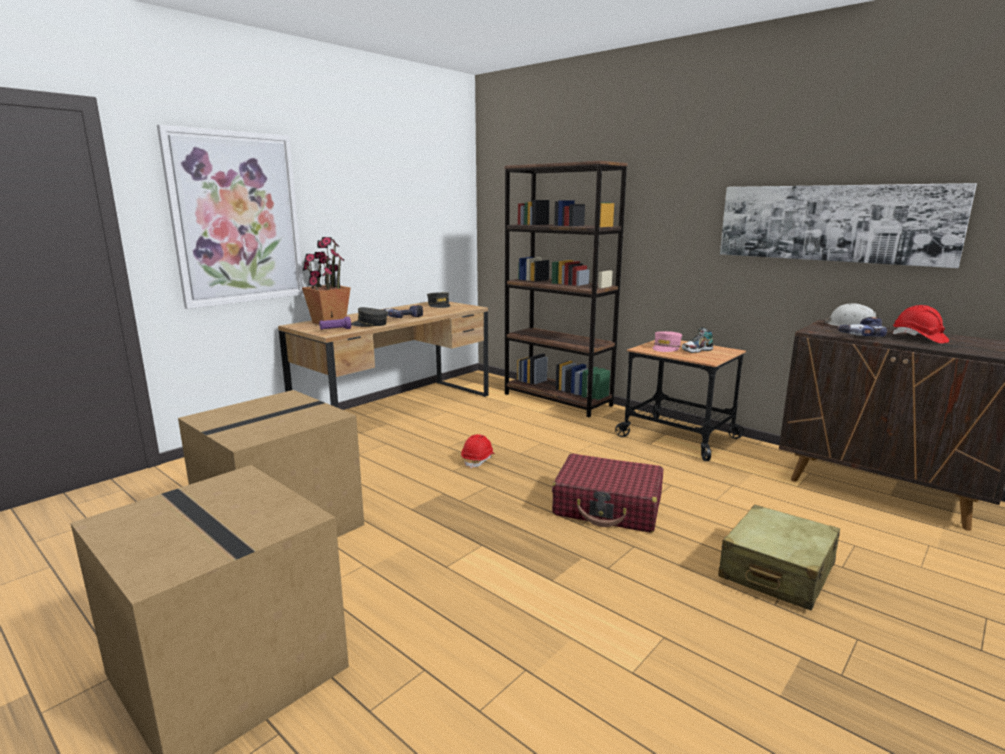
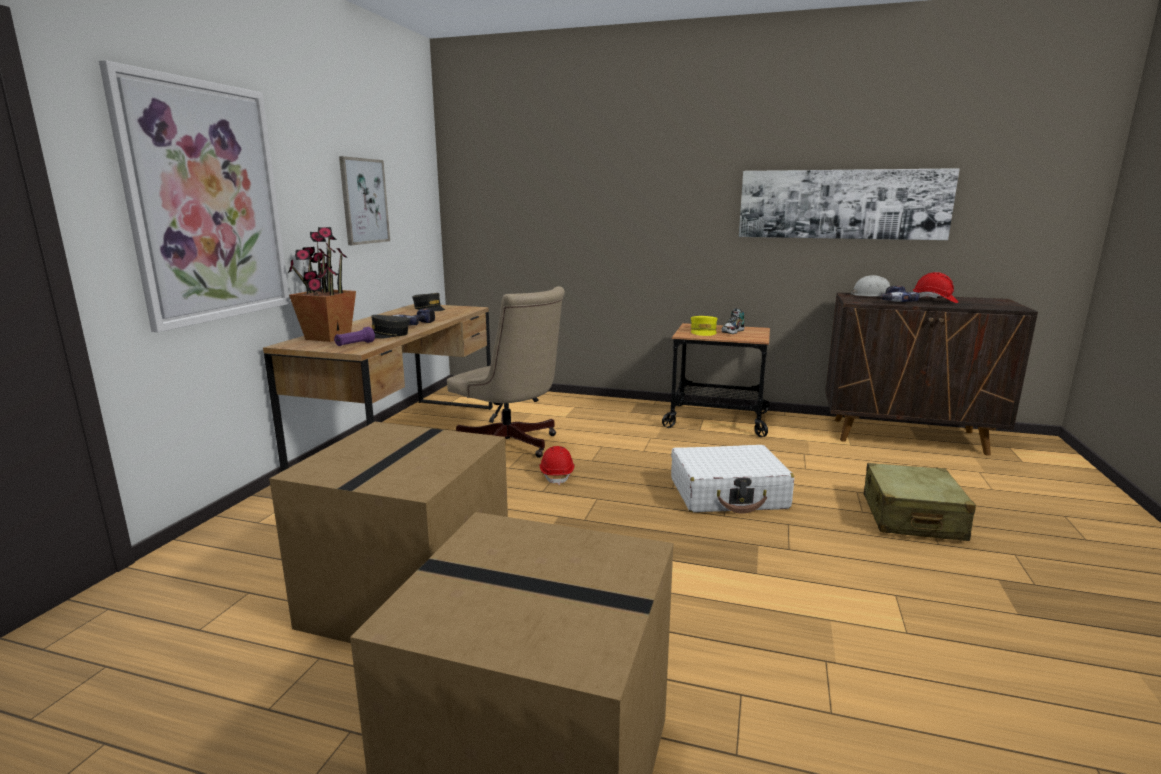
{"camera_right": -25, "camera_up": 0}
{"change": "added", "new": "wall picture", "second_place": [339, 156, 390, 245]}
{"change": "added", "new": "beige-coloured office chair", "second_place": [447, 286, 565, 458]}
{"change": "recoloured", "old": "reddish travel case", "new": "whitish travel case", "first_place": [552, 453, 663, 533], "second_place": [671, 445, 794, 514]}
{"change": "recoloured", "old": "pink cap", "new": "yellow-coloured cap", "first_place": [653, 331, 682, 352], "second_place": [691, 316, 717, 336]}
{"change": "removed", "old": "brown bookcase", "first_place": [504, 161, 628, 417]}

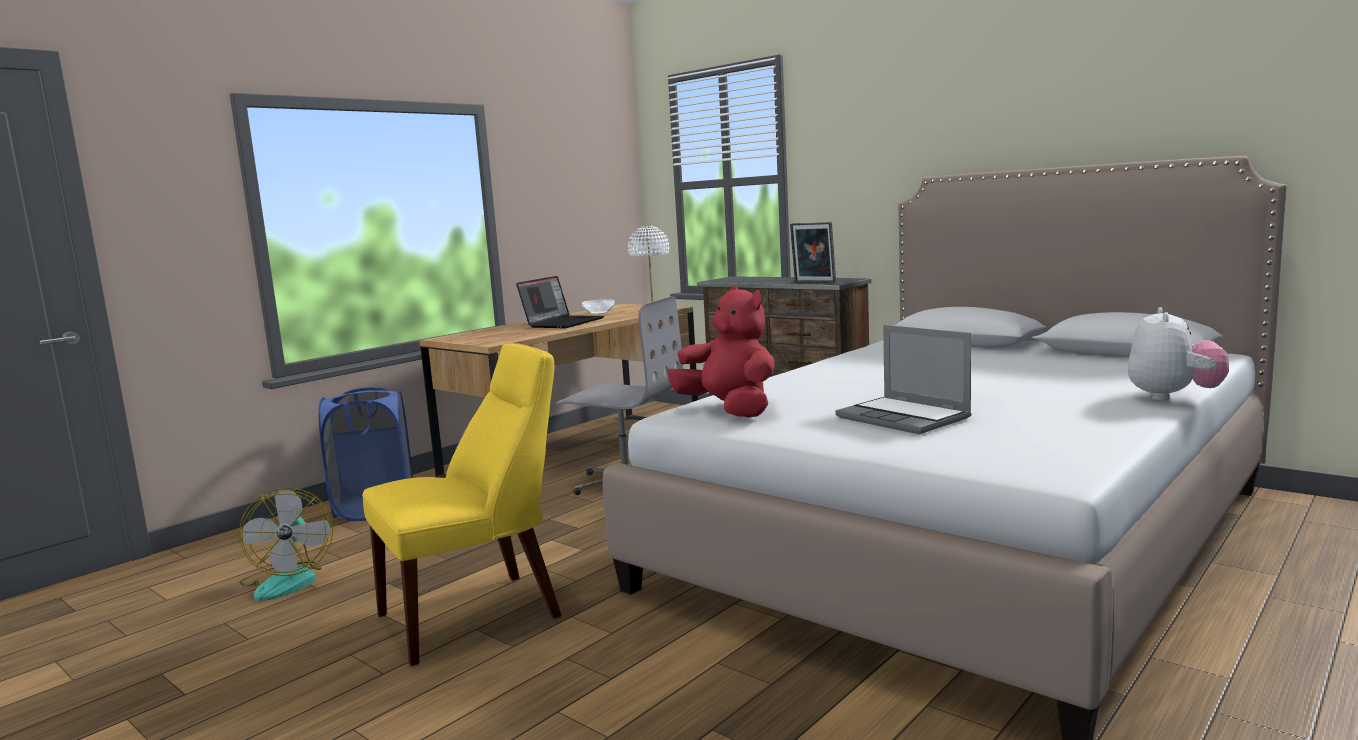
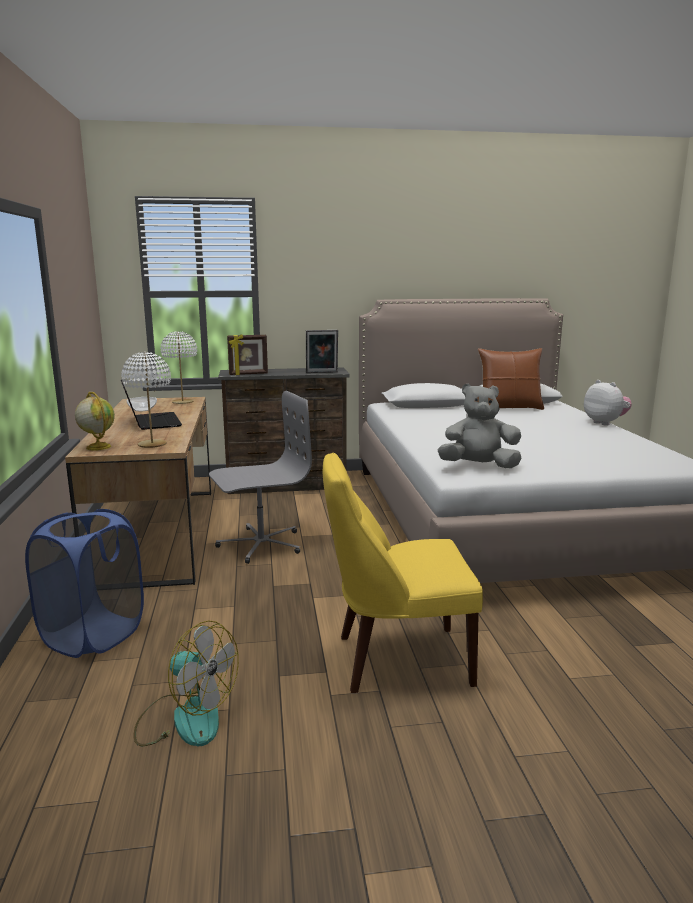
{"camera_right": -50, "camera_up": 5}
{"change": "added", "new": "globe", "second_place": [75, 392, 115, 450]}
{"change": "added", "new": "whitish tabletop lamp", "second_place": [121, 352, 171, 448]}
{"change": "added", "new": "standing frame", "second_place": [227, 334, 268, 375]}
{"change": "turned", "old": "yellow-coloured chair", "first_place": [362, 343, 562, 666], "second_place": [323, 453, 483, 693], "degrees": -105}
{"change": "recoloured", "old": "reddish cuddly toy", "new": "grey cuddly toy", "first_place": [668, 286, 775, 418], "second_place": [437, 383, 522, 468]}
{"change": "added", "new": "brown throw pillow", "second_place": [478, 348, 544, 410]}
{"change": "removed", "old": "laptop", "first_place": [835, 325, 972, 434]}

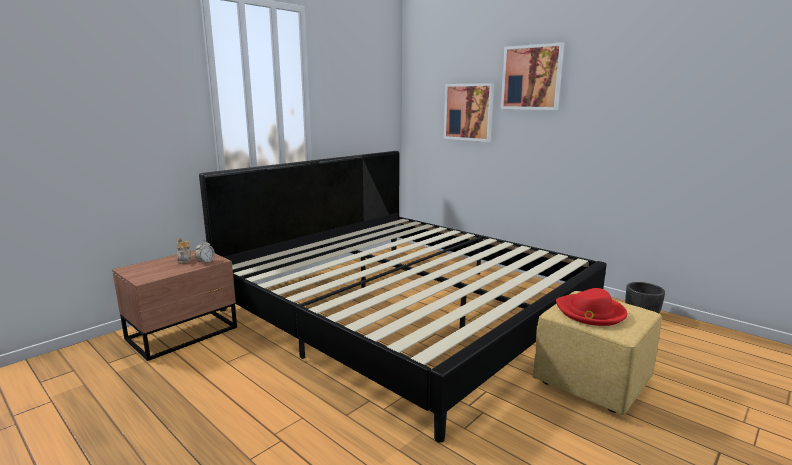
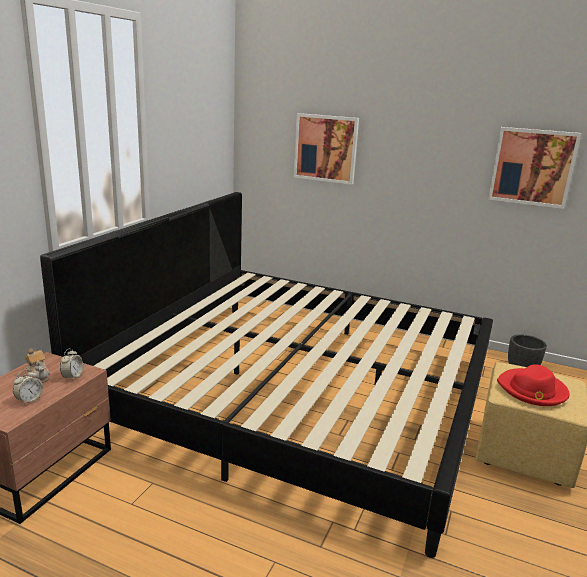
{"camera_right": -20, "camera_up": 5}
{"change": "added", "new": "table clock", "second_place": [13, 369, 43, 405]}
{"change": "moved", "old": "wall picture", "first_place": [501, 42, 564, 110], "second_place": [488, 127, 582, 209]}

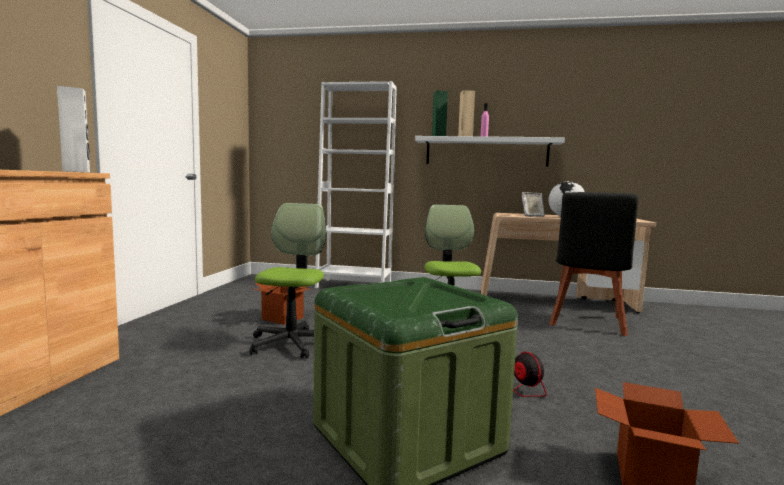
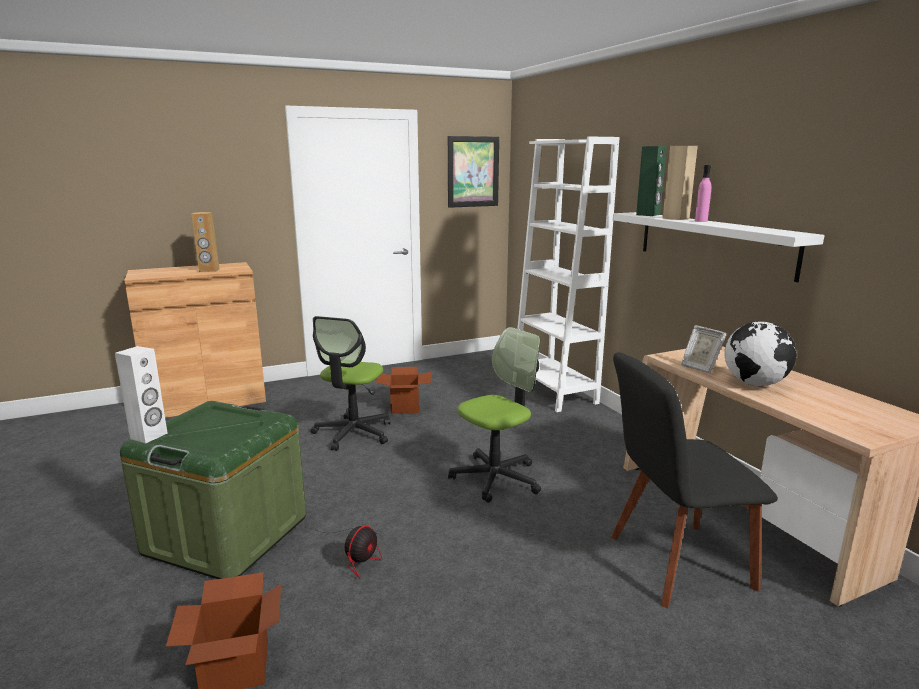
{"camera_right": 55, "camera_up": 10}
{"change": "moved", "old": "whitish audio speaker", "first_place": [57, 86, 90, 172], "second_place": [115, 346, 168, 443]}
{"change": "added", "new": "brown audio speaker", "second_place": [191, 212, 220, 272]}
{"change": "turned", "old": "office chair", "first_place": [249, 203, 326, 359], "second_place": [311, 316, 390, 451], "degrees": 135}
{"change": "added", "new": "wall picture", "second_place": [448, 136, 499, 208]}

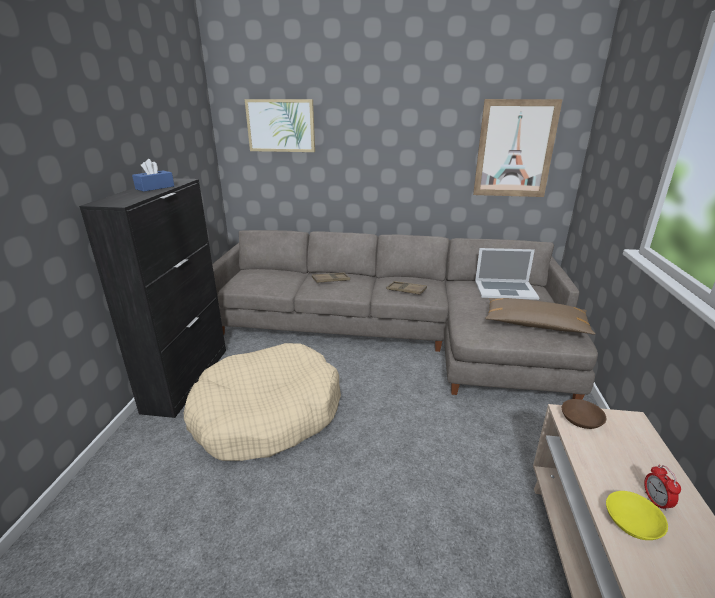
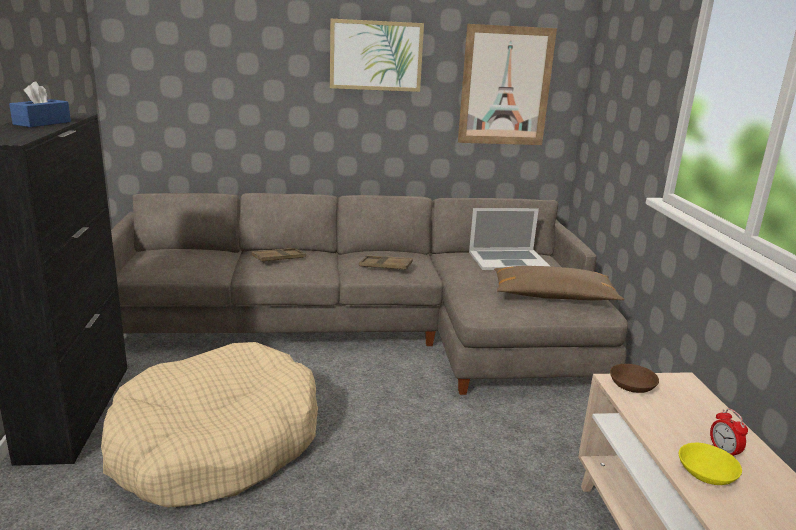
{"camera_right": -15, "camera_up": -5}
{"change": "moved", "old": "wall picture", "first_place": [245, 99, 315, 152], "second_place": [330, 19, 424, 92]}

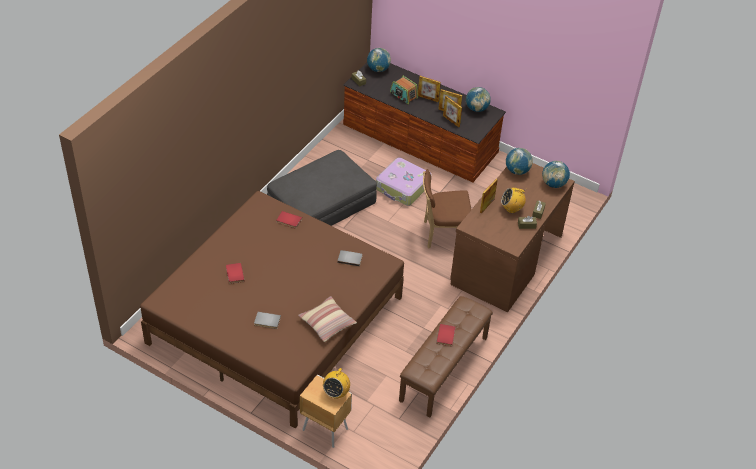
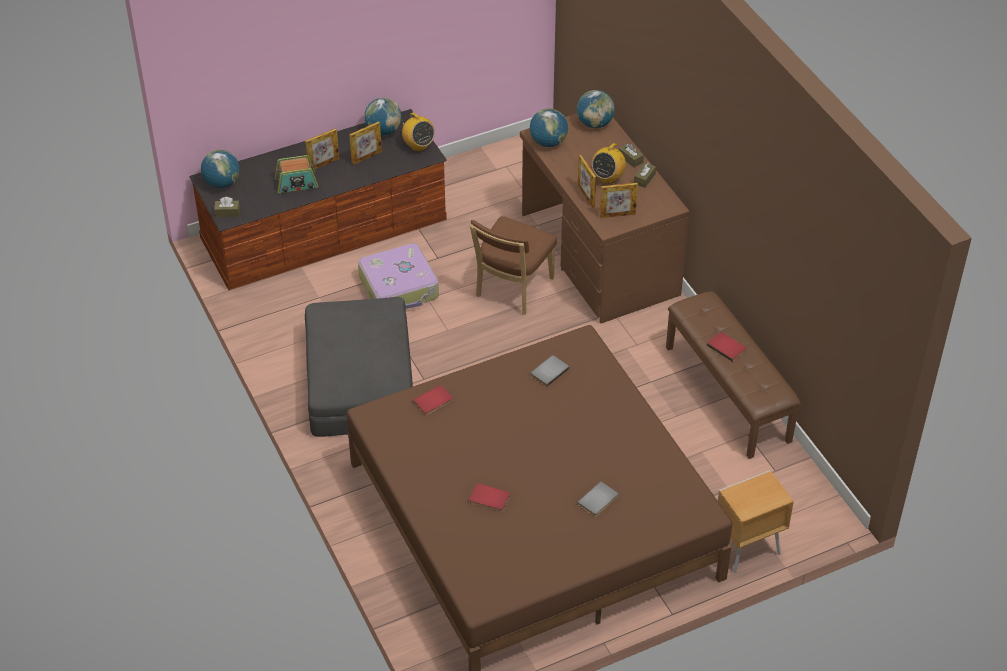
{"camera_right": -55, "camera_up": 0}
{"change": "moved", "old": "radio receiver", "first_place": [323, 365, 350, 399], "second_place": [402, 113, 435, 151]}
{"change": "moved", "old": "standing frame", "first_place": [443, 96, 462, 128], "second_place": [600, 183, 638, 218]}
{"change": "removed", "old": "throw pillow", "first_place": [298, 296, 357, 342]}

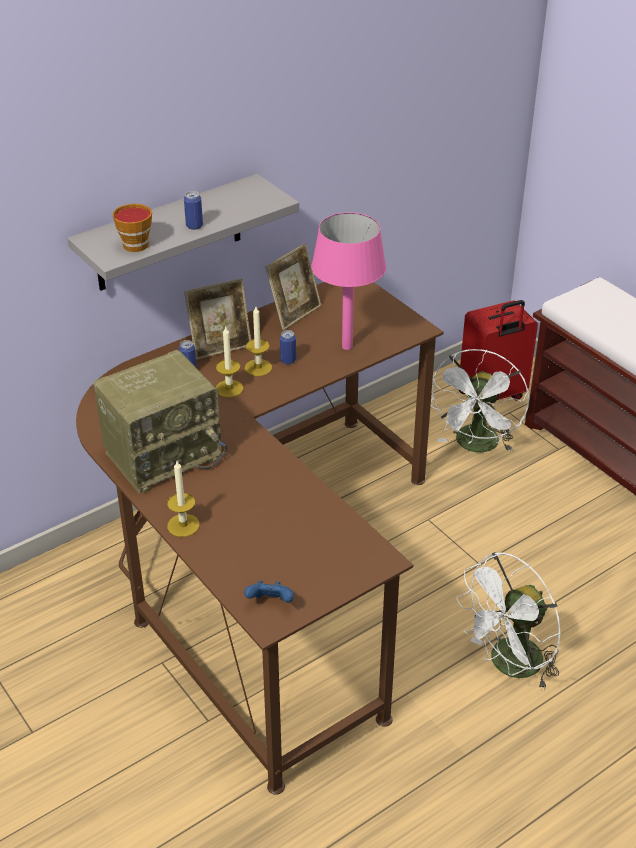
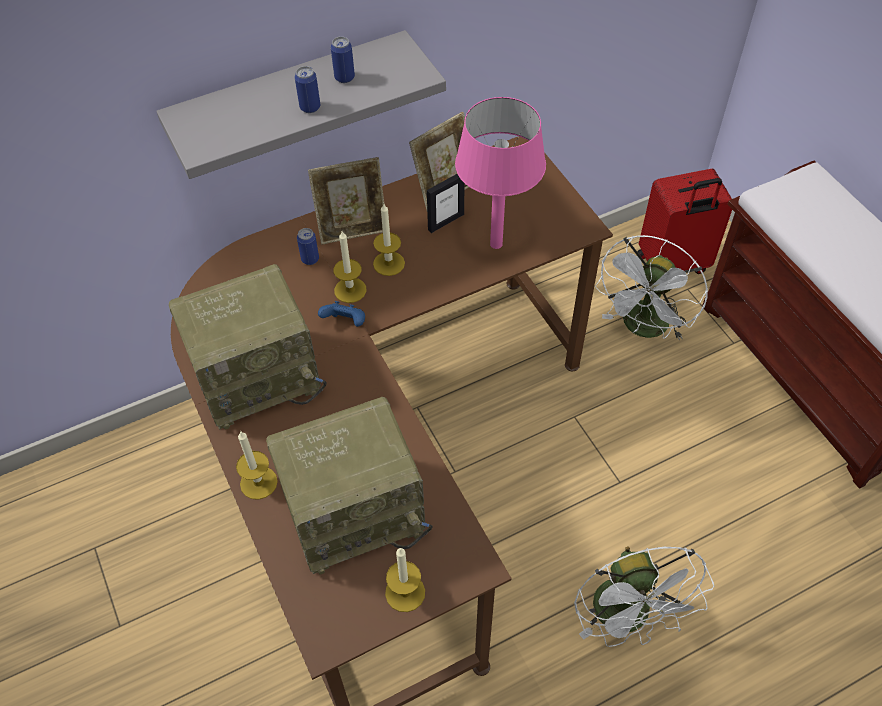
{"camera_right": 10, "camera_up": 15}
{"change": "added", "new": "radio receiver", "second_place": [266, 397, 432, 575]}
{"change": "moved", "old": "blue-coloured gamepad", "first_place": [244, 581, 294, 603], "second_place": [318, 301, 365, 327]}
{"change": "moved", "old": "can", "first_place": [280, 330, 296, 365], "second_place": [331, 36, 355, 83]}
{"change": "added", "new": "candle", "second_place": [385, 548, 425, 612]}
{"change": "added", "new": "standing frame", "second_place": [427, 174, 464, 233]}
{"change": "turned", "old": "whitish electric fan", "first_place": [456, 552, 561, 690], "second_place": [574, 547, 714, 647], "degrees": -75}
{"change": "removed", "old": "cup", "first_place": [112, 204, 152, 252]}

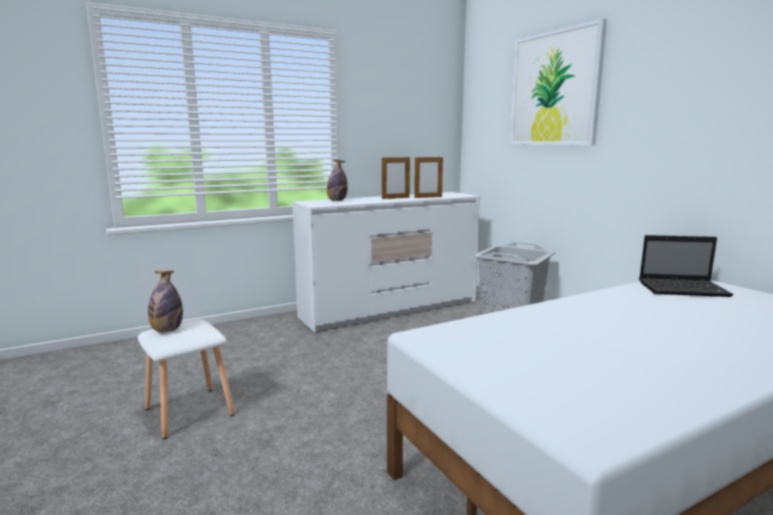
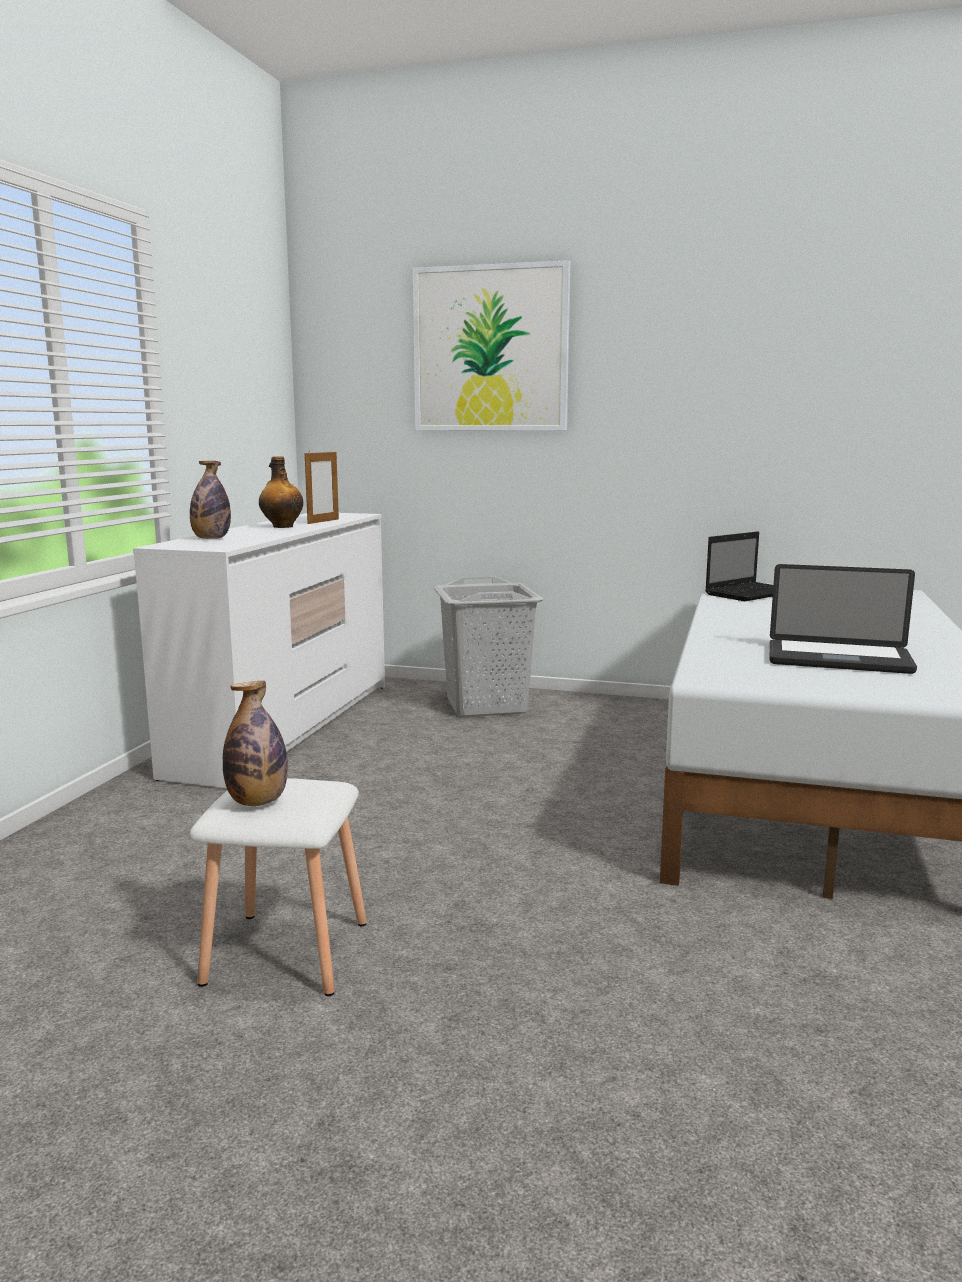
{"camera_right": -45, "camera_up": 0}
{"change": "replaced", "old": "standing frame", "new": "beverage bottle", "first_place": [382, 156, 410, 199], "second_place": [259, 456, 303, 528]}
{"change": "added", "new": "laptop", "second_place": [770, 564, 917, 674]}

